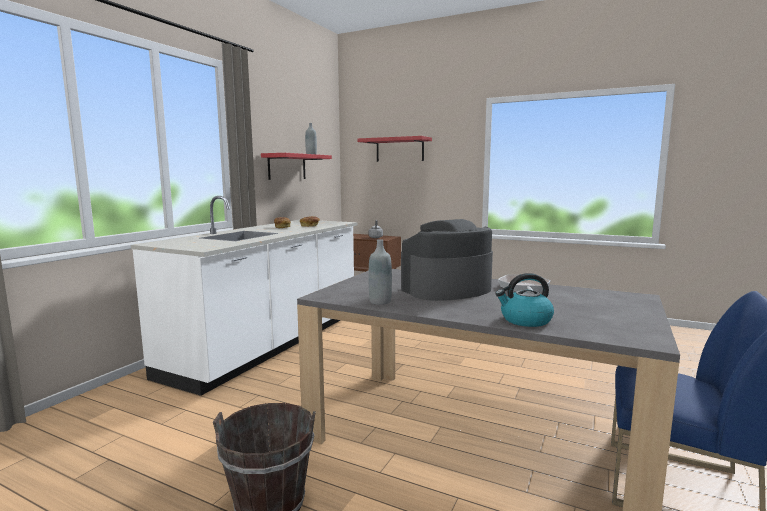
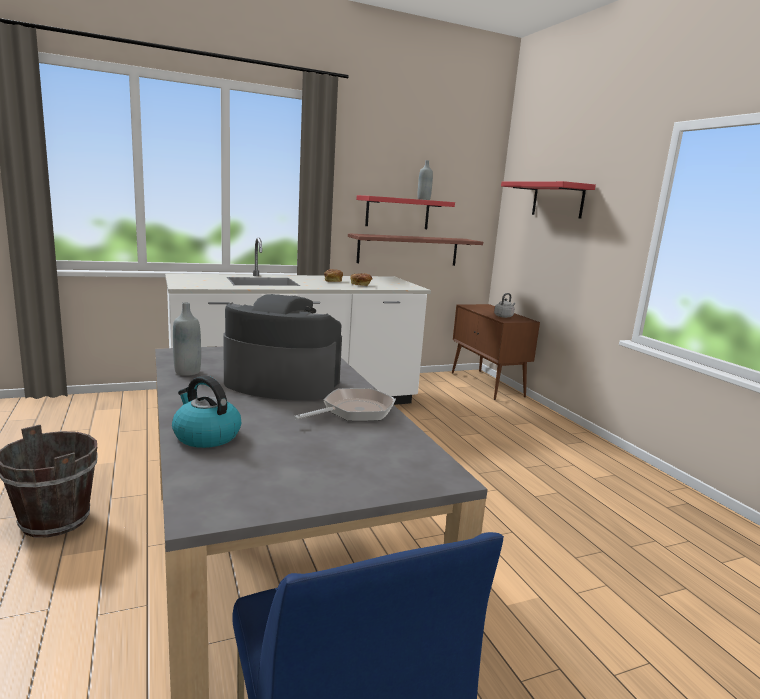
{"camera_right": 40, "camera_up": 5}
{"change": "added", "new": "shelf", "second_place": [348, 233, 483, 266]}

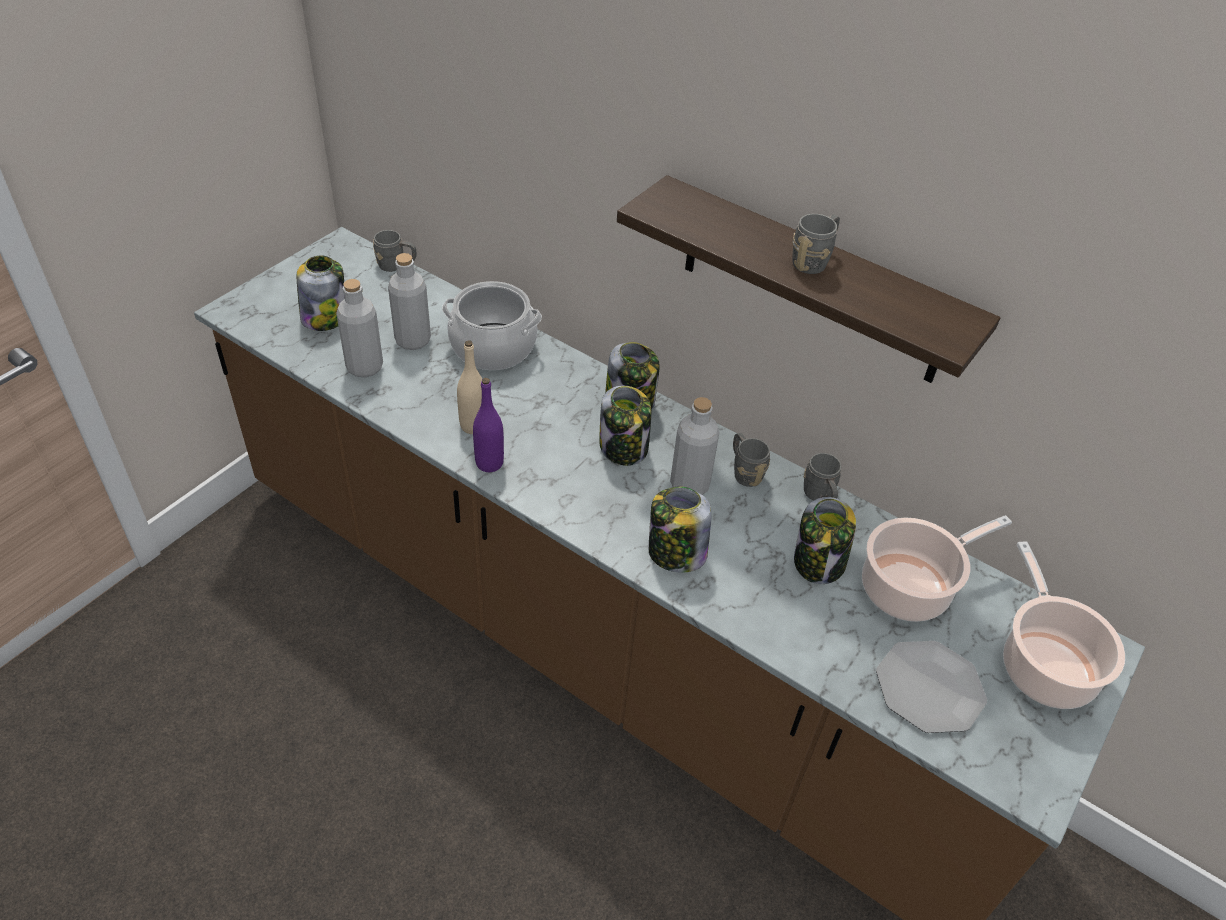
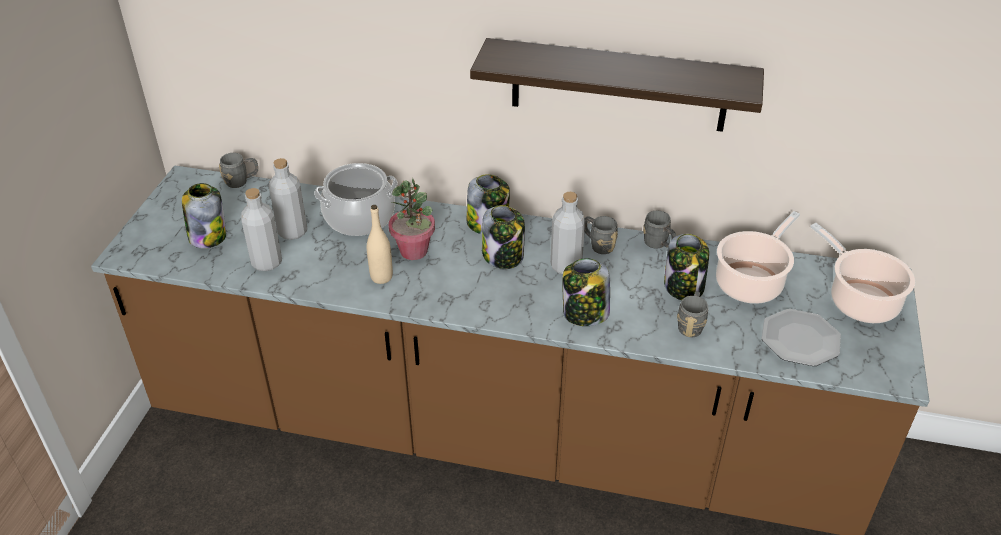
{"camera_right": -20, "camera_up": -5}
{"change": "added", "new": "houseplant", "second_place": [389, 178, 435, 260]}
{"change": "moved", "old": "grey mug", "first_place": [792, 214, 840, 274], "second_place": [677, 291, 708, 337]}
{"change": "removed", "old": "purple-coloured beverage bottle", "first_place": [473, 378, 504, 472]}

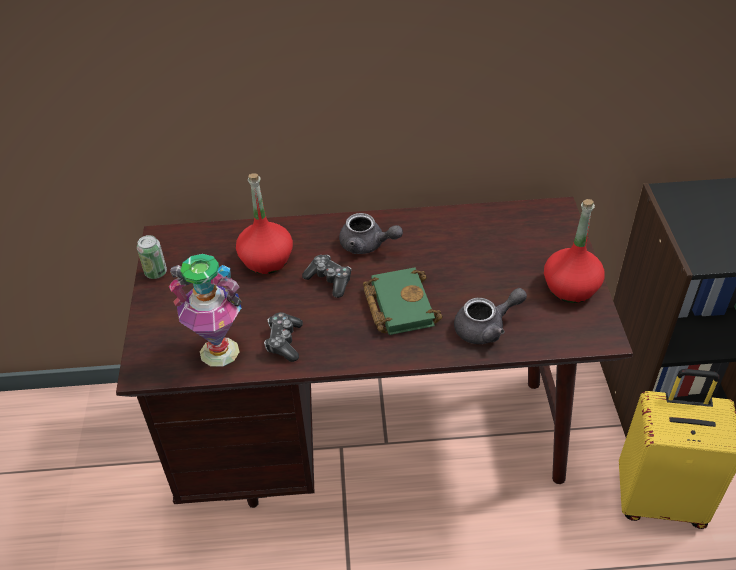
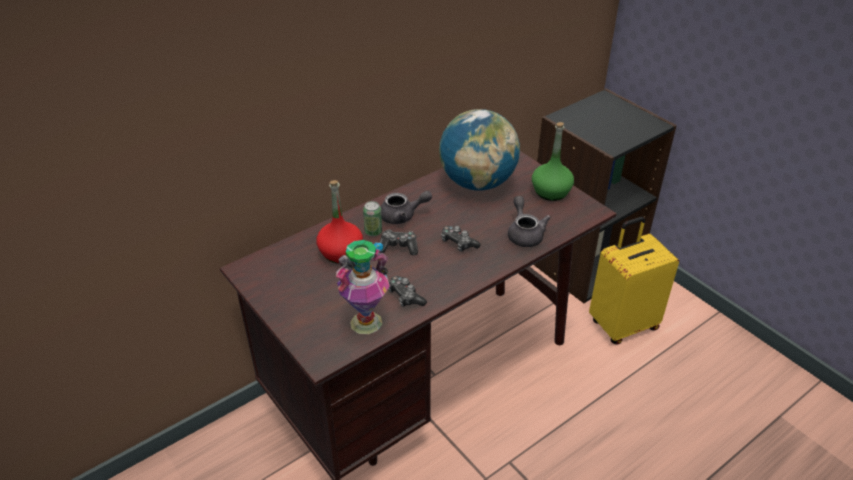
{"camera_right": -35, "camera_up": -5}
{"change": "moved", "old": "can", "first_place": [137, 235, 167, 279], "second_place": [363, 201, 382, 236]}
{"change": "added", "new": "globe", "second_place": [439, 109, 520, 191]}
{"change": "replaced", "old": "green-coloured book", "new": "gamepad", "first_place": [363, 267, 443, 335], "second_place": [441, 226, 480, 252]}
{"change": "turned", "old": "grey teapot", "first_place": [454, 288, 527, 344], "second_place": [508, 196, 551, 247], "degrees": -45}
{"change": "recoloured", "old": "reddish beverage bottle", "new": "green-coloured beverage bottle", "first_place": [544, 199, 605, 303], "second_place": [532, 122, 574, 201]}

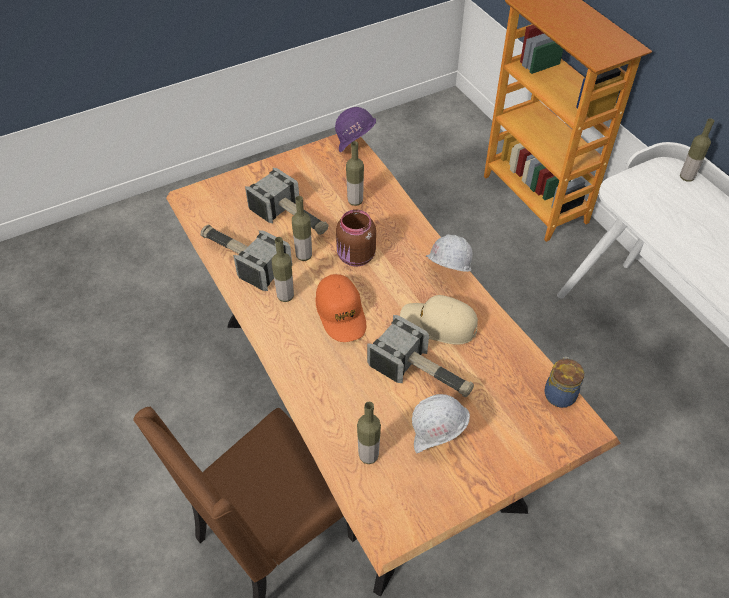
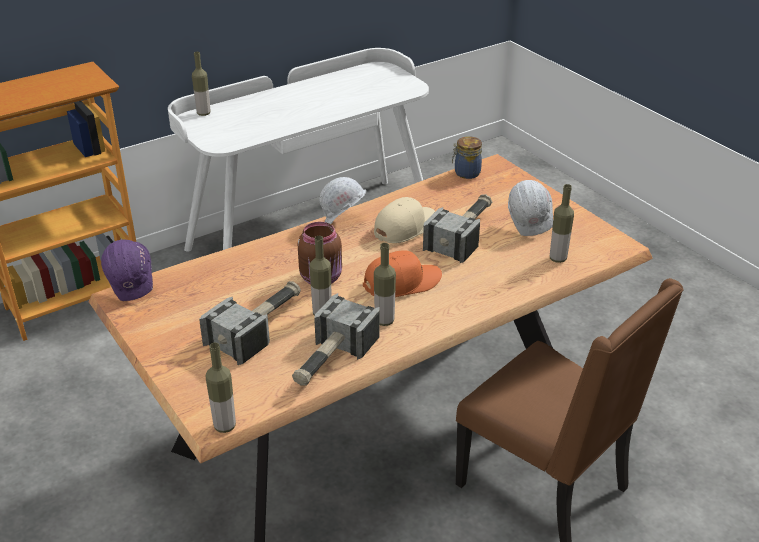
{"camera_right": -95, "camera_up": -15}
{"change": "moved", "old": "beverage bottle", "first_place": [346, 141, 364, 206], "second_place": [205, 343, 236, 433]}
{"change": "turned", "old": "beige-coloured cap", "first_place": [400, 295, 478, 345], "second_place": [374, 197, 435, 243], "degrees": -150}

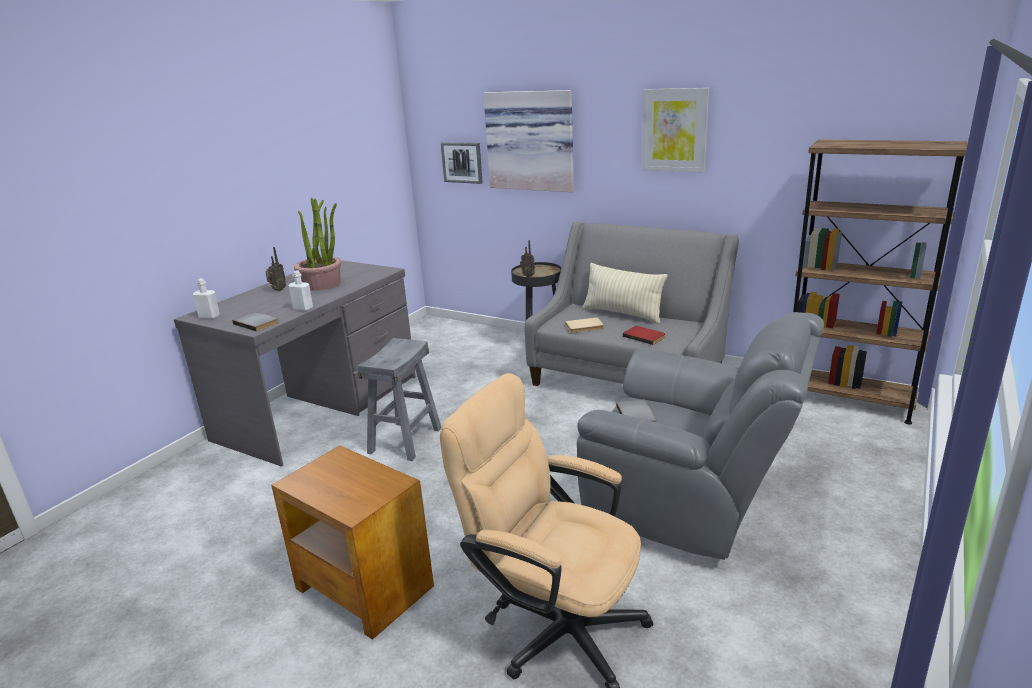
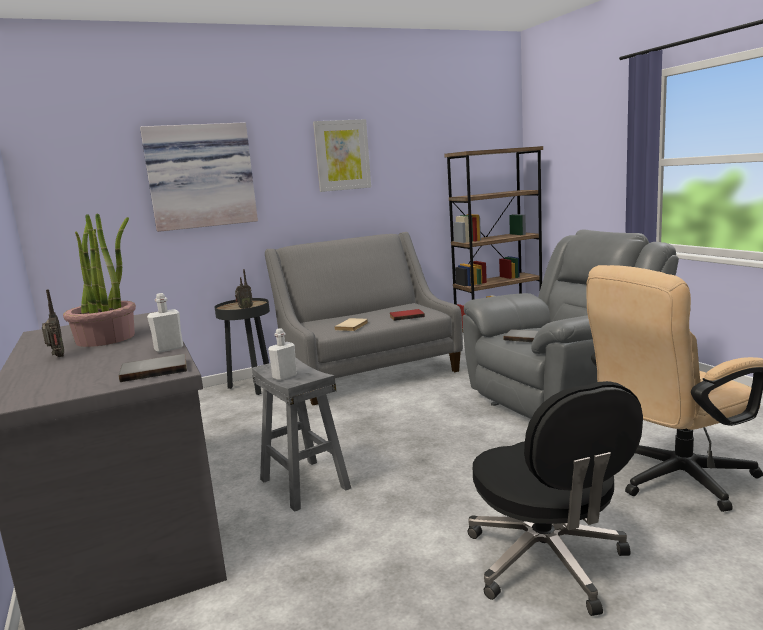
{"camera_right": -55, "camera_up": -10}
{"change": "moved", "old": "whitish beverage bottle", "first_place": [193, 278, 220, 319], "second_place": [268, 328, 297, 381]}
{"change": "replaced", "old": "brown accent table", "new": "black office chair", "first_place": [271, 445, 434, 640], "second_place": [468, 381, 643, 616]}
{"change": "removed", "old": "wall picture", "first_place": [441, 142, 483, 184]}
{"change": "removed", "old": "beige-coloured throw pillow", "first_place": [583, 263, 668, 324]}

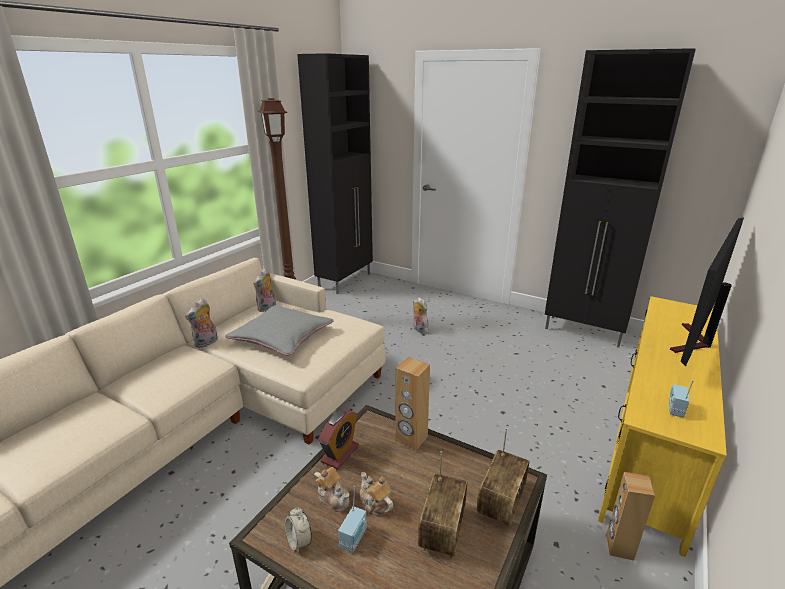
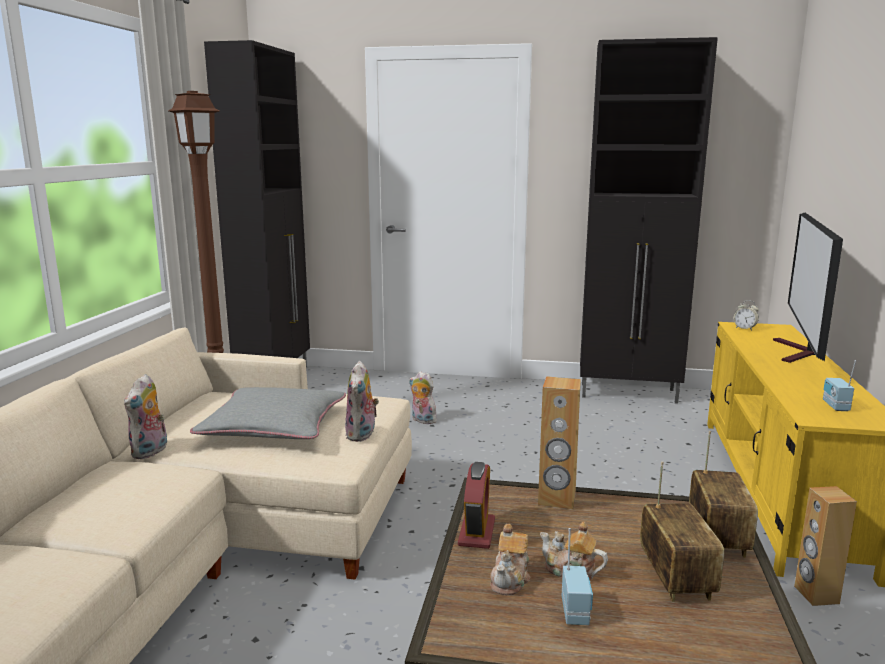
{"camera_right": -20, "camera_up": -10}
{"change": "moved", "old": "cuddly toy", "first_place": [253, 268, 276, 312], "second_place": [345, 361, 379, 442]}
{"change": "turned", "old": "teapot", "first_place": [314, 467, 350, 512], "second_place": [490, 524, 531, 595], "degrees": 90}
{"change": "moved", "old": "table clock", "first_place": [285, 507, 312, 553], "second_place": [733, 300, 759, 330]}

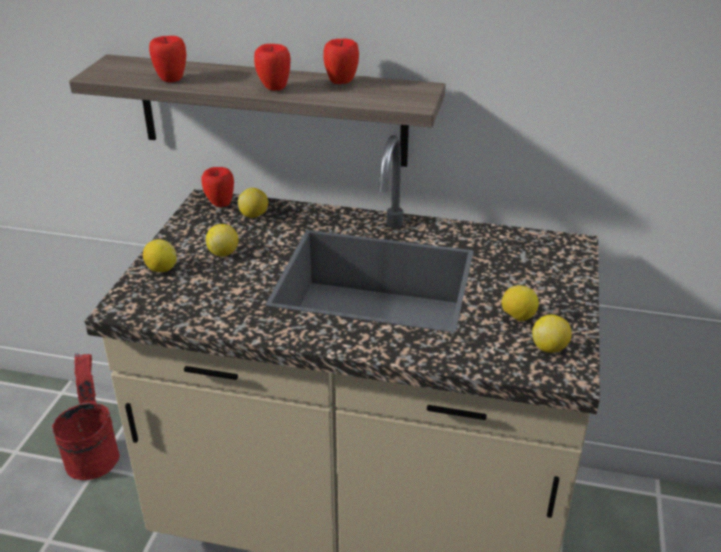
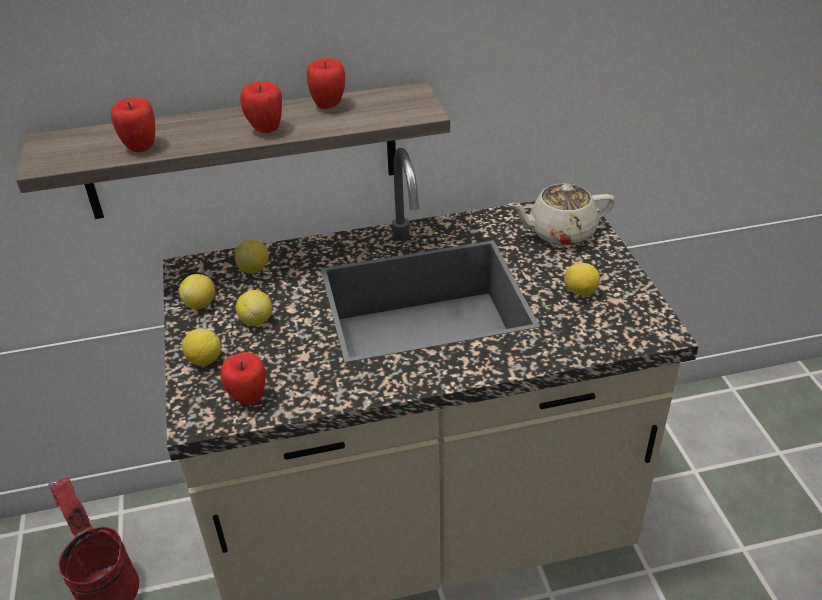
{"camera_right": -25, "camera_up": 5}
{"change": "moved", "old": "whole lemon", "first_place": [532, 315, 572, 353], "second_place": [179, 274, 215, 309]}
{"change": "moved", "old": "apple fruit", "first_place": [201, 167, 234, 207], "second_place": [220, 352, 265, 405]}
{"change": "added", "new": "beige-coloured teapot", "second_place": [508, 183, 615, 246]}

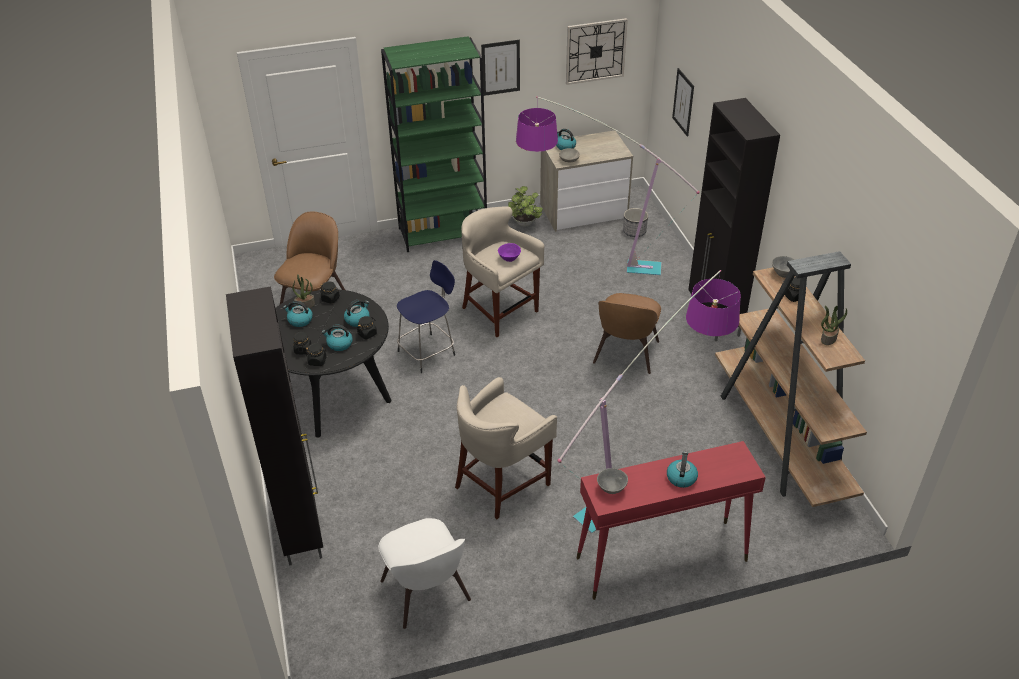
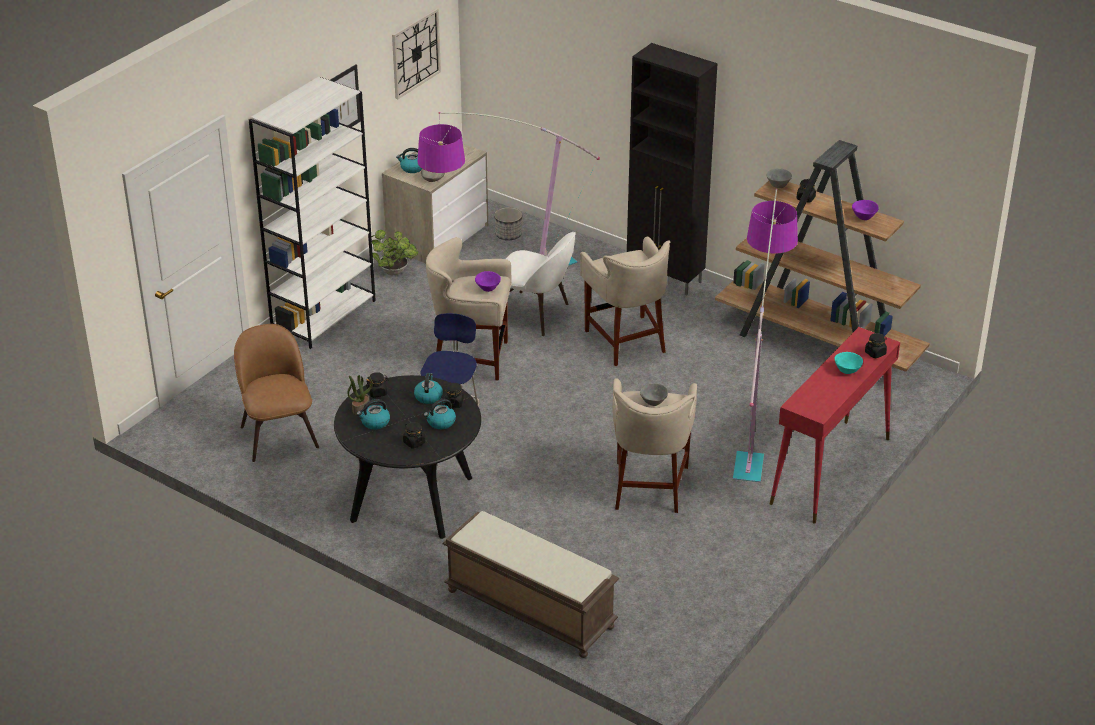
{"camera_right": -40, "camera_up": -5}
{"change": "recoloured", "old": "green-coloured bookcase", "new": "whitish bookcase", "first_place": [381, 36, 487, 252], "second_place": [249, 77, 376, 349]}
{"change": "replaced", "old": "black cabinet", "new": "brown long seat", "first_place": [226, 286, 323, 566], "second_place": [442, 511, 619, 658]}
{"change": "moved", "old": "whitish chair", "first_place": [378, 518, 471, 629], "second_place": [506, 232, 576, 336]}
{"change": "replaced", "old": "brown chair", "new": "beige-coloured sitting stool", "first_place": [593, 293, 661, 374], "second_place": [580, 237, 670, 366]}
{"change": "moved", "old": "grey serving bowl", "first_place": [597, 468, 628, 494], "second_place": [640, 383, 668, 406]}
{"change": "replaced", "old": "tea kettle", "new": "turquoise-coloured serving bowl", "first_place": [667, 452, 698, 488], "second_place": [835, 352, 863, 374]}
{"change": "replaced", "old": "houseplant", "new": "purple-coloured serving bowl", "first_place": [821, 306, 847, 345], "second_place": [852, 200, 879, 220]}
{"change": "moved", "old": "black jar", "first_place": [306, 343, 327, 366], "second_place": [865, 333, 887, 358]}
{"change": "removed", "old": "wall picture", "first_place": [672, 68, 694, 137]}

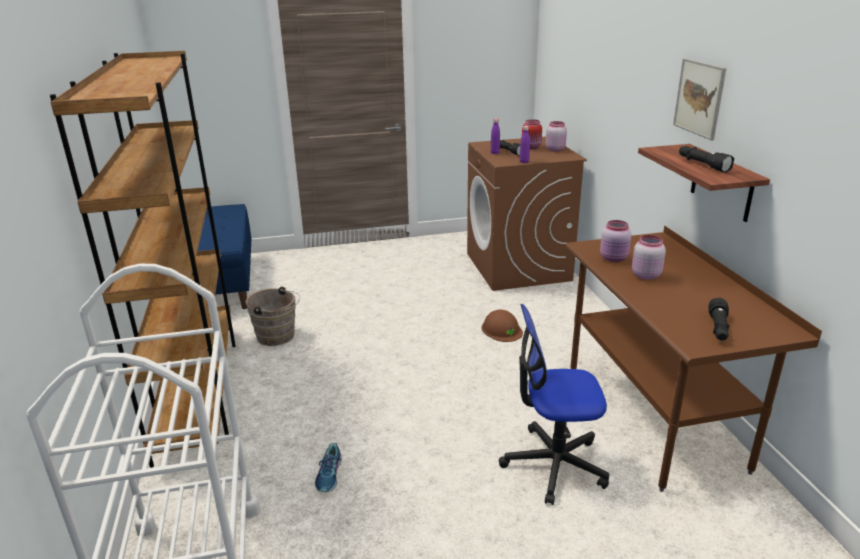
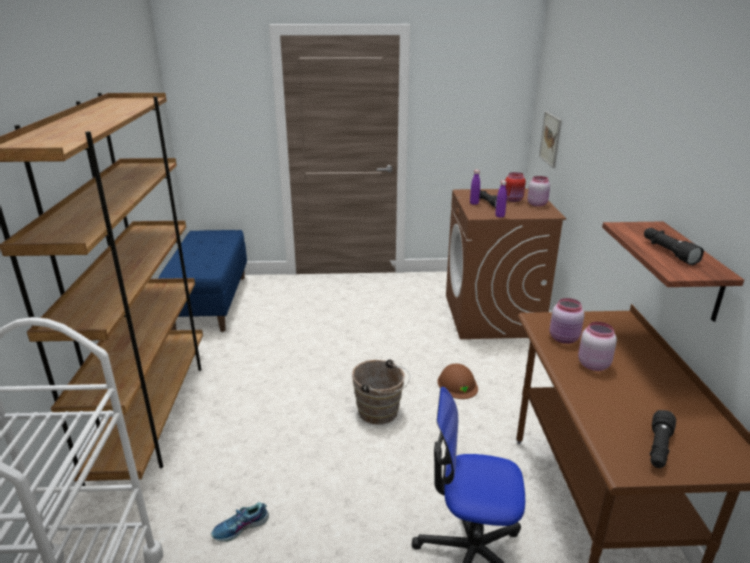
{"camera_right": 10, "camera_up": 0}
{"change": "turned", "old": "item of footwear", "first_place": [315, 443, 342, 492], "second_place": [211, 502, 269, 542], "degrees": 45}
{"change": "moved", "old": "brown bucket", "first_place": [246, 287, 300, 346], "second_place": [352, 359, 410, 425]}
{"change": "moved", "old": "wall picture", "first_place": [673, 58, 727, 141], "second_place": [539, 111, 562, 168]}

